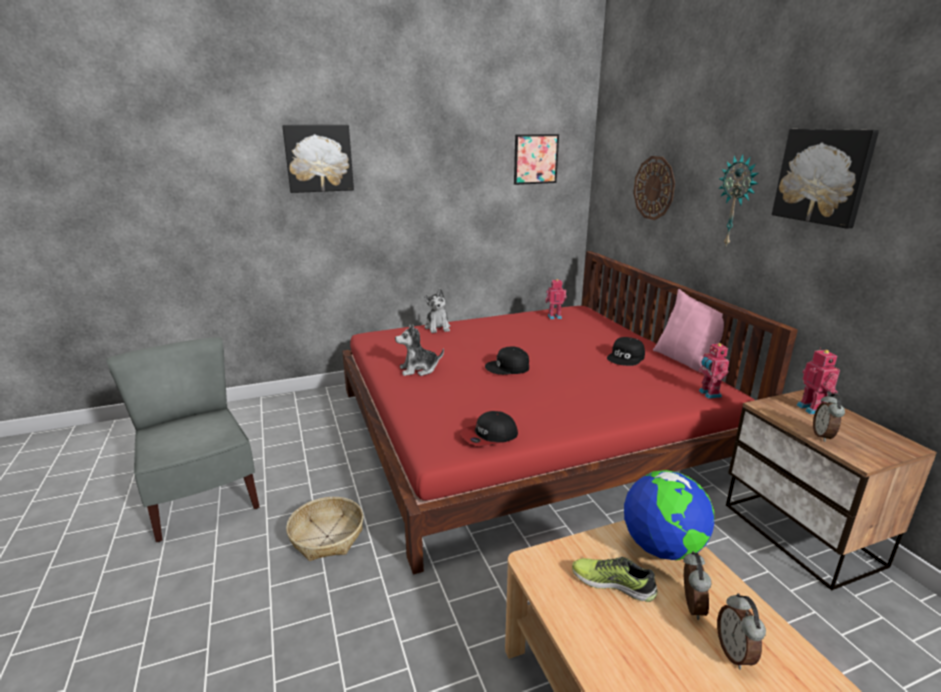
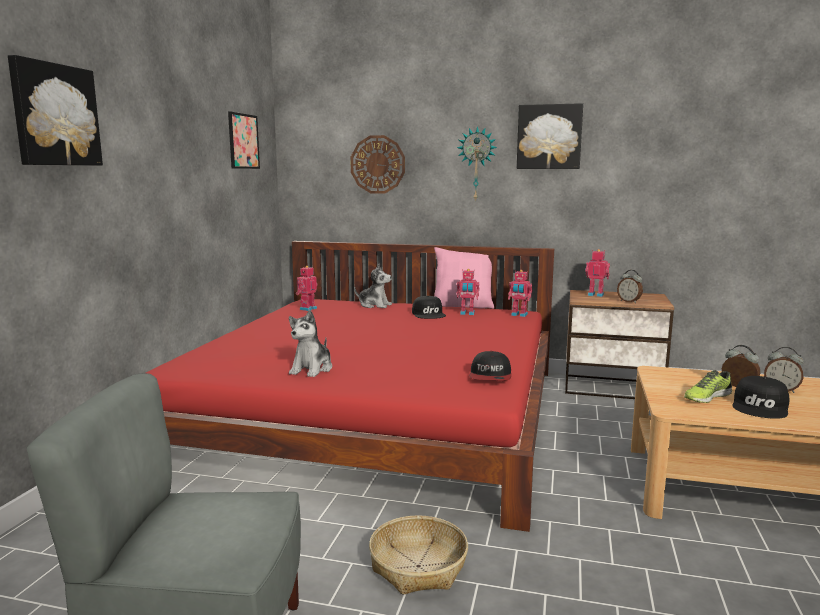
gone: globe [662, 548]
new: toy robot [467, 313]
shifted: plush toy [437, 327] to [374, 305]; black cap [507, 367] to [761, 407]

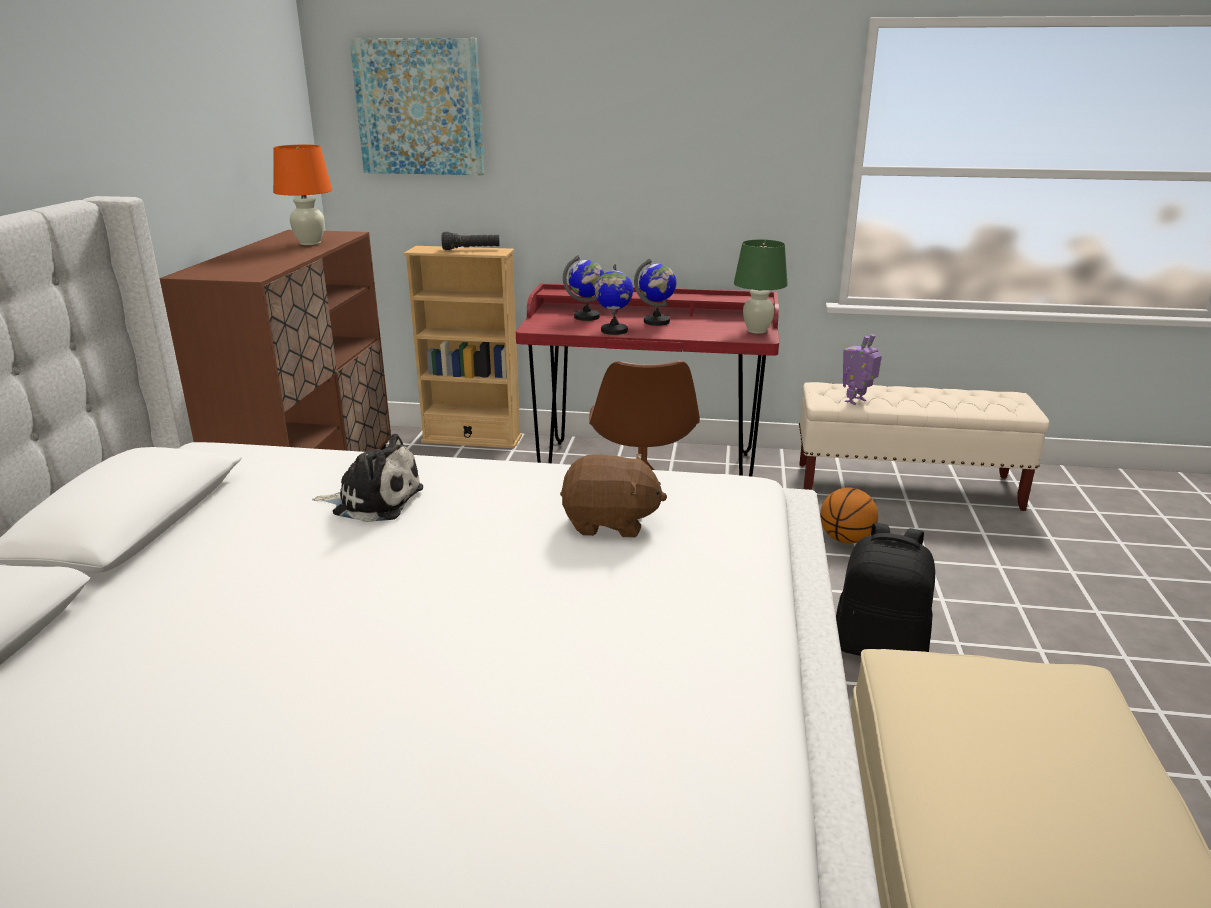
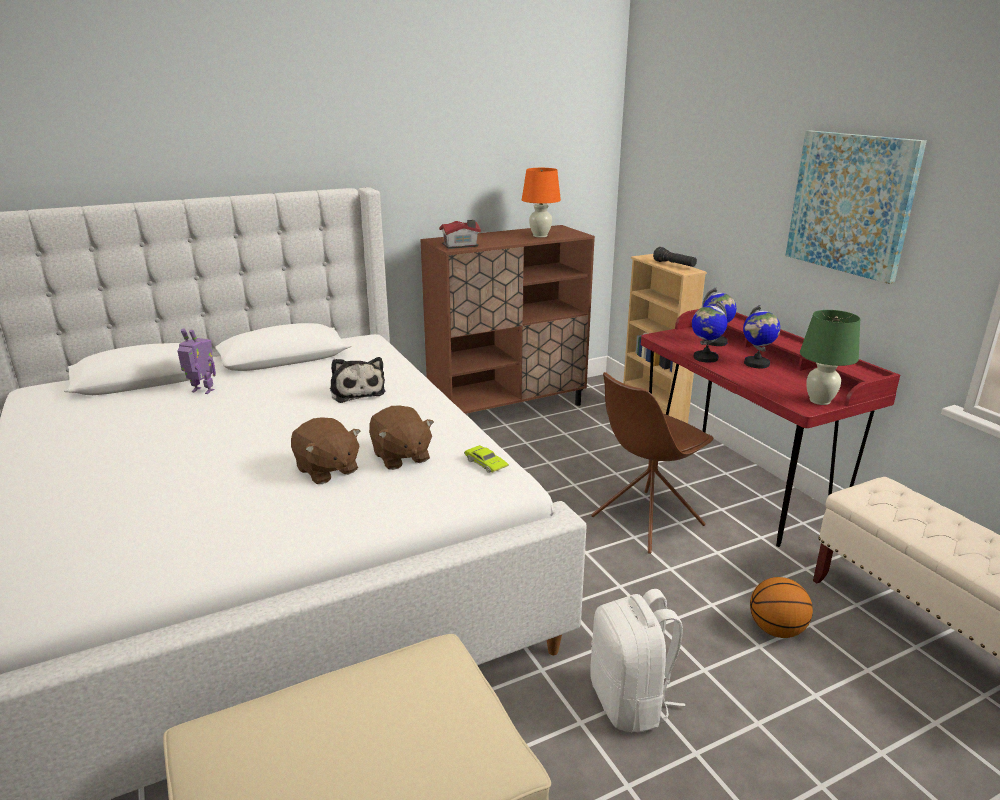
new: brown plush toy [327, 470]; toy house [461, 245]; green toy car [486, 463]
shifted: picture [419, 107] to [851, 204]; toy robot [856, 401] to [202, 391]
repainted: black backpack [879, 647] to white backpack [631, 702]

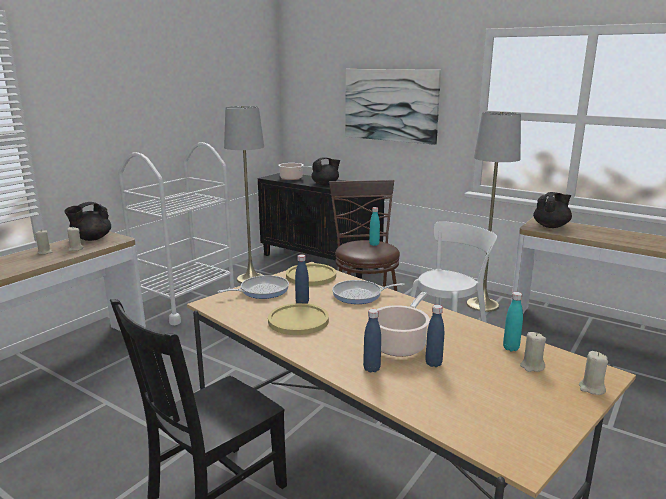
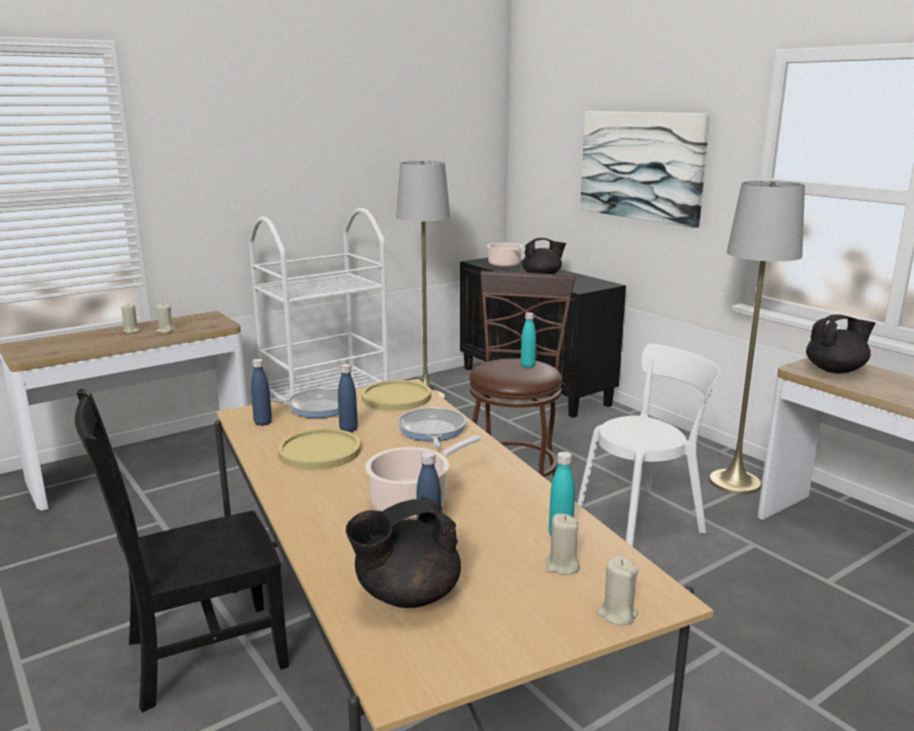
shifted: black teapot [91, 238] to [406, 595]; blue bottle [371, 368] to [263, 423]
rotated: frying pan [360, 295] = [431, 431] 75 degrees clockwise

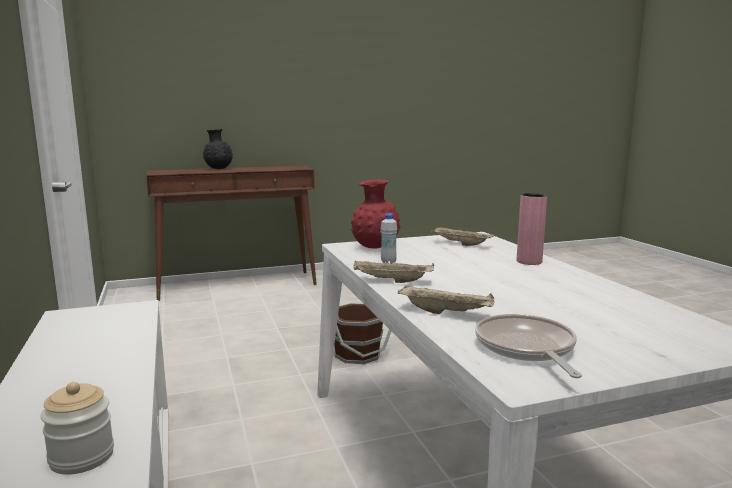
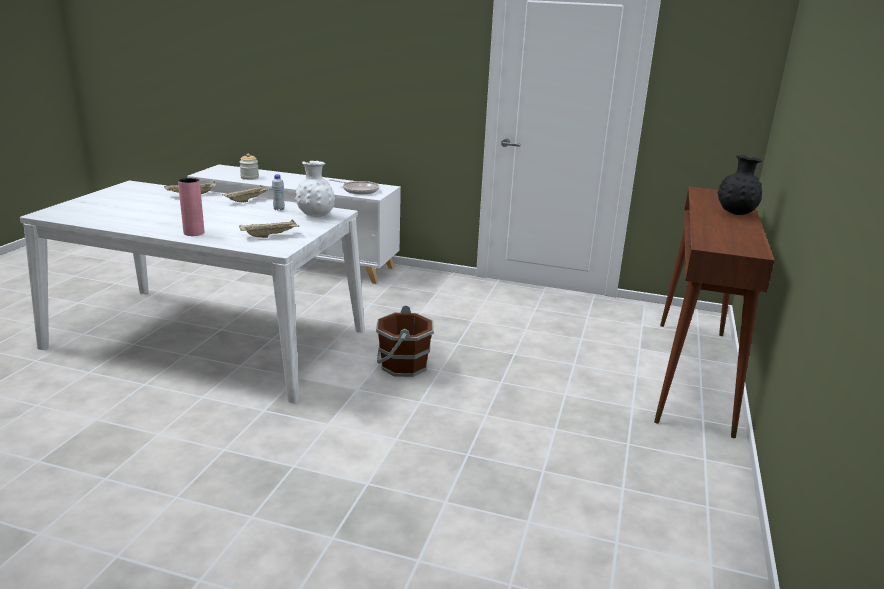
shifted: frying pan [526, 348] to [358, 190]
repainted: red vase [375, 248] to white vase [315, 216]

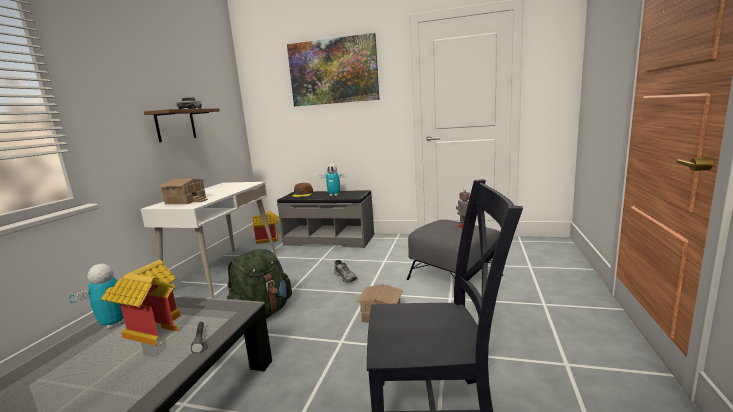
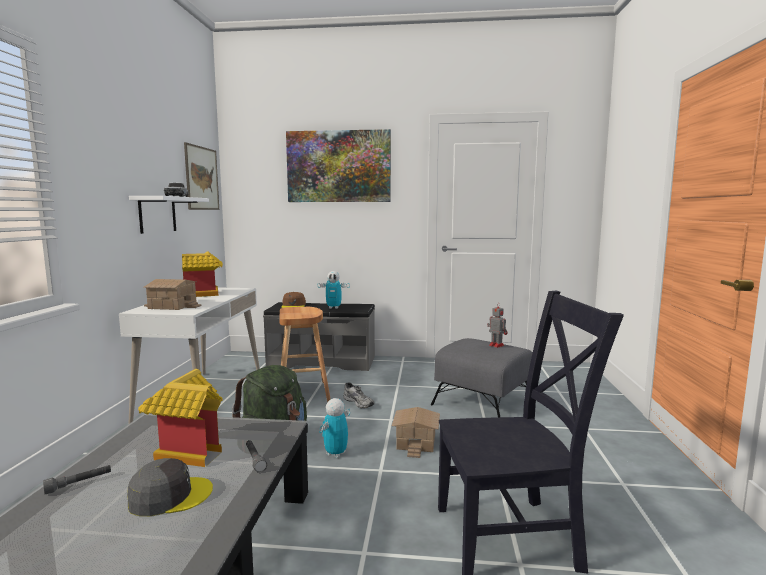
new: grey flashlight [79, 484]; grey cap [170, 496]; picture [202, 178]; brown stool [303, 394]
shifted: toy robot [113, 324] to [335, 453]; toy house [269, 240] to [204, 294]
repainted: brown shelf [175, 125] to white shelf [157, 214]

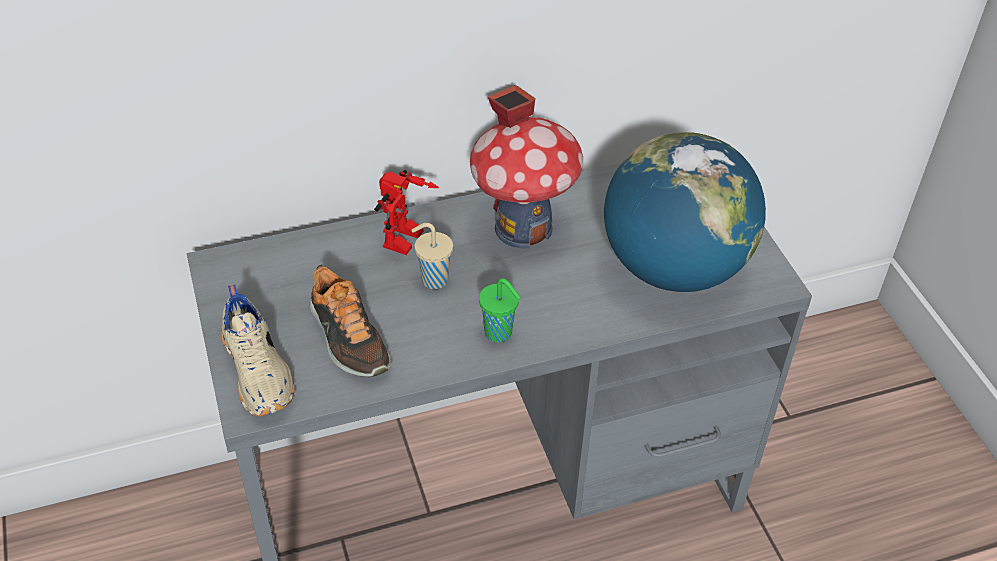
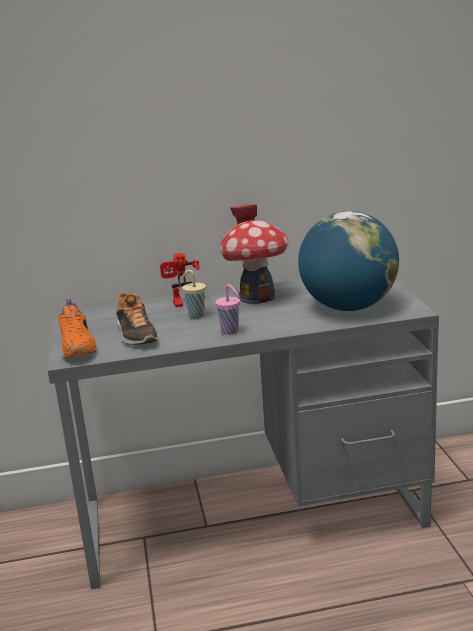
repainted: beige shoe [259, 371] to orange shoe [78, 347]; green cup [499, 333] to pink cup [231, 332]
rotated: toy robot [406, 242] = [184, 304] 45 degrees clockwise

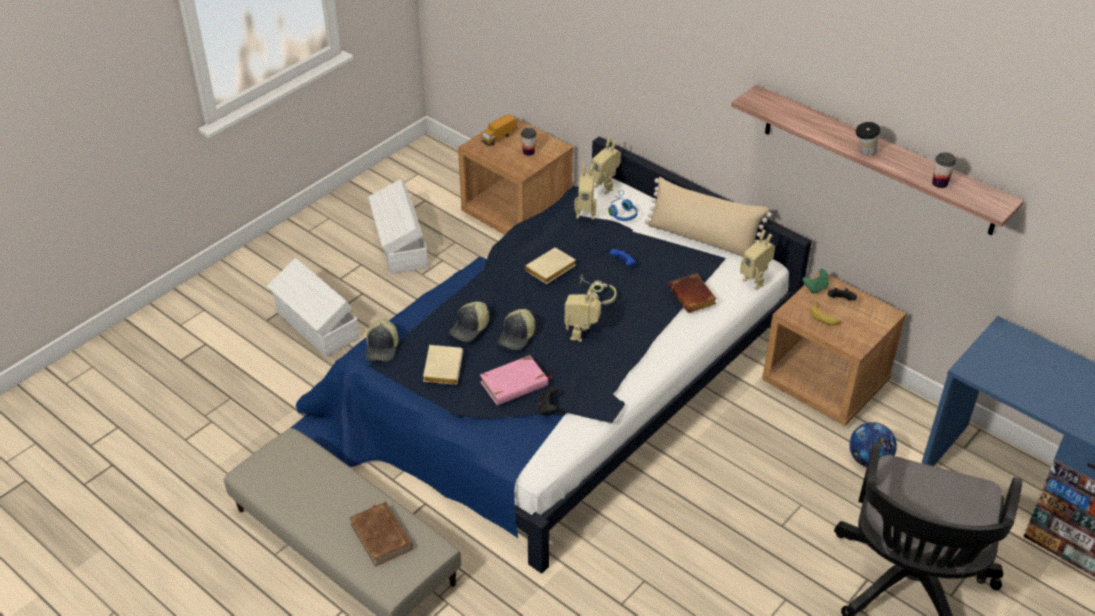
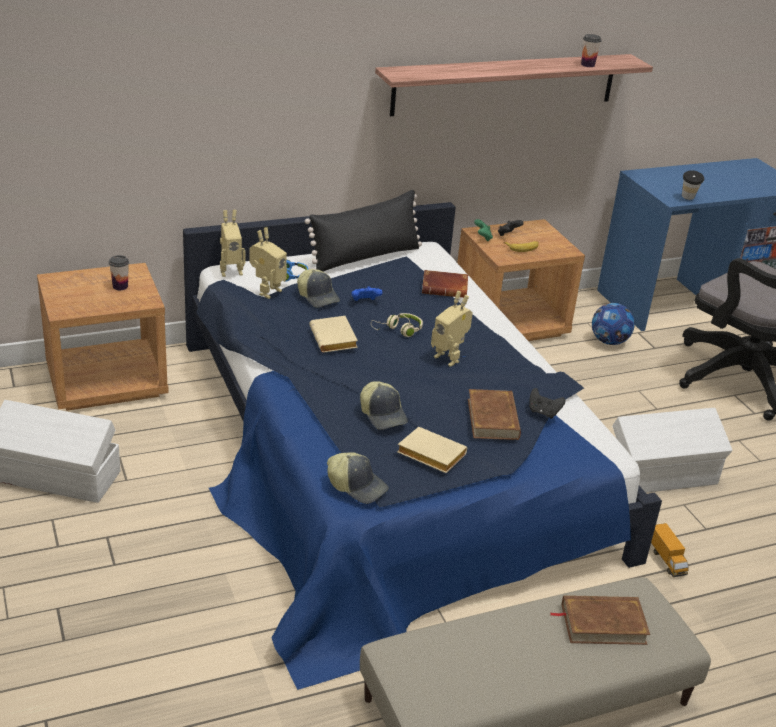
gone: toy robot [755, 281]
shifted: white storage box [317, 326] to [661, 475]; toy truck [498, 138] to [666, 560]; cap [517, 336] to [318, 297]; cup [864, 152] to [688, 199]
repainted: pink book [514, 384] to brown book [493, 419]; beige pillow [703, 239] to black pillow [365, 257]

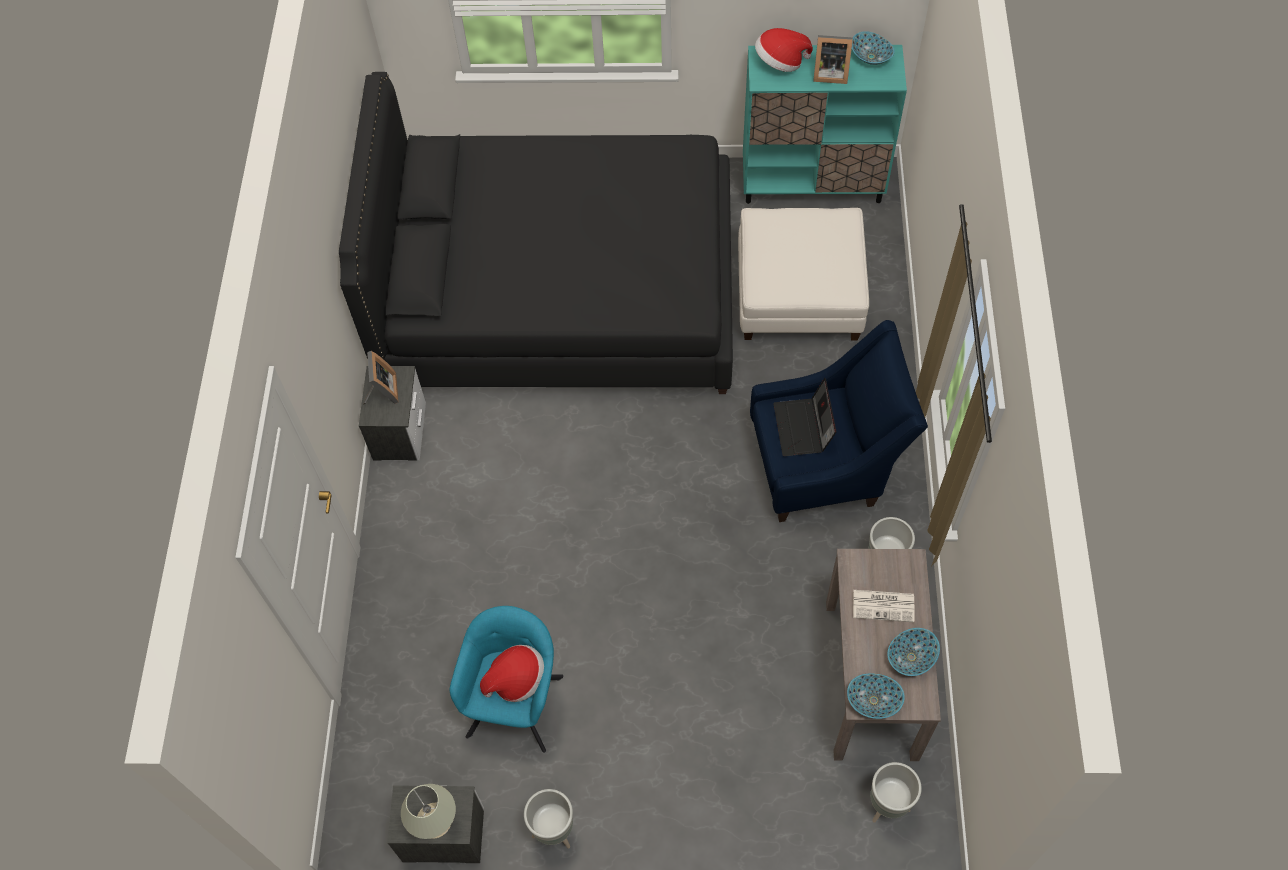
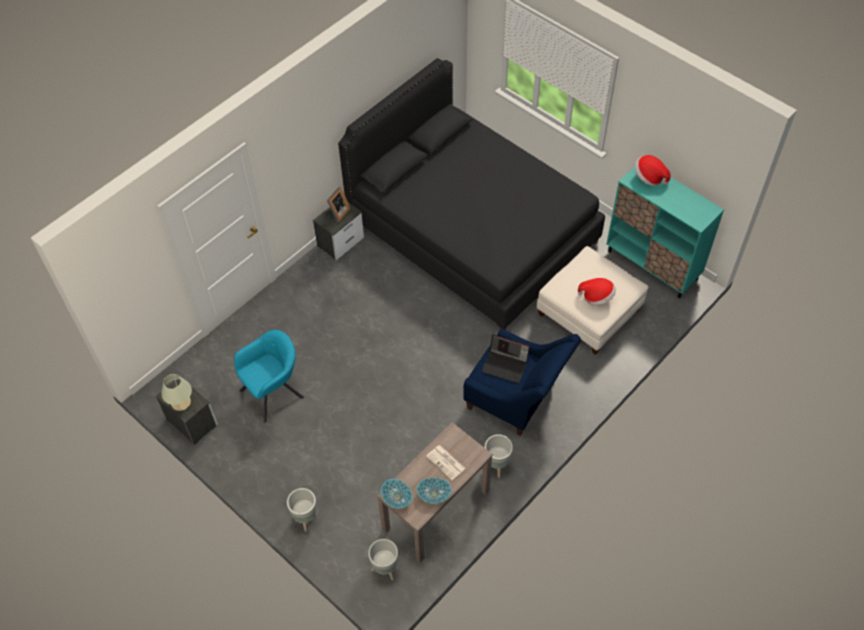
gone: picture frame [829, 73]; bowl [871, 56]
shifted: hat [516, 680] to [596, 297]; grey planter [555, 831] to [306, 519]
rotated: laptop [803, 428] = [505, 365] 105 degrees counterclockwise

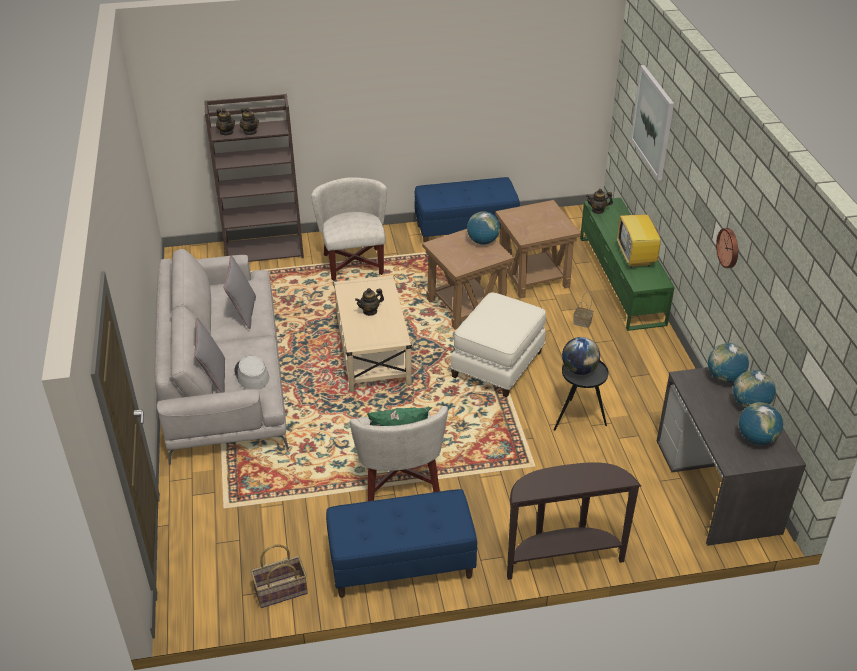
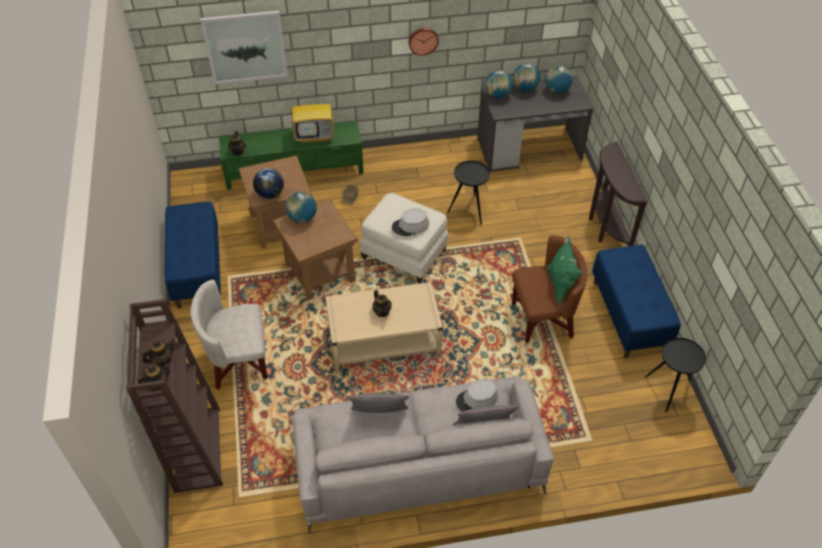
new: grey hat [410, 226]
shifted: globe [579, 369] to [270, 194]
swapped: basket [281, 592] to black side table [669, 389]
repainted: white armchair [399, 478] to brown armchair [542, 318]

